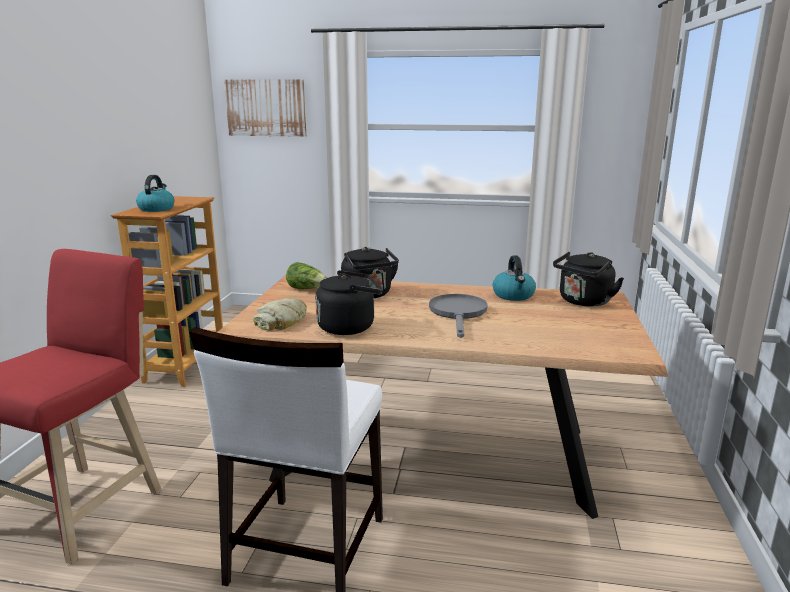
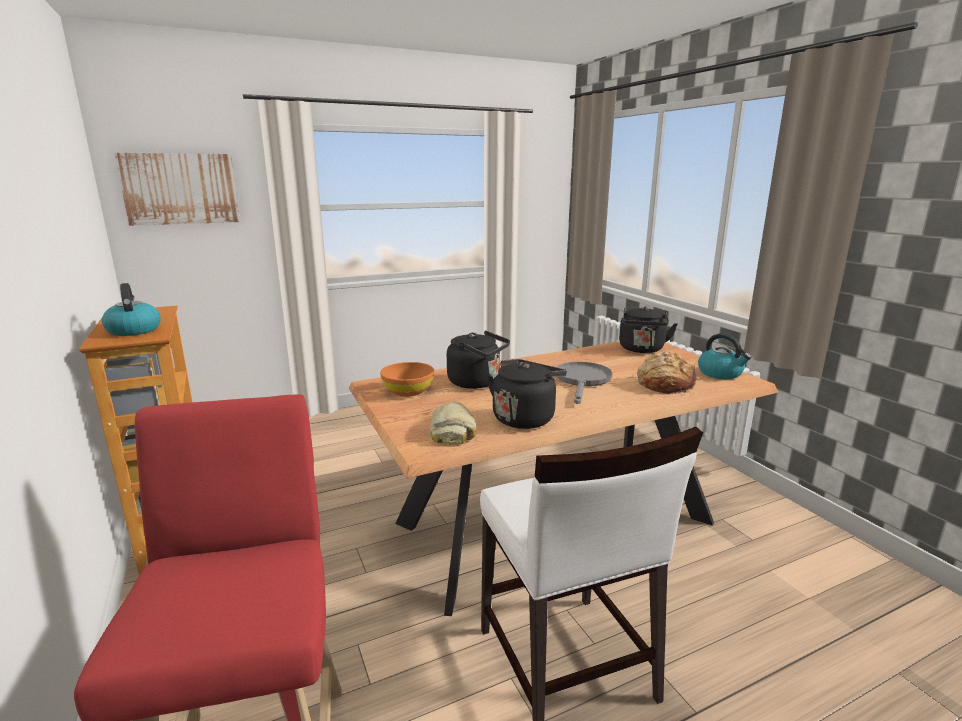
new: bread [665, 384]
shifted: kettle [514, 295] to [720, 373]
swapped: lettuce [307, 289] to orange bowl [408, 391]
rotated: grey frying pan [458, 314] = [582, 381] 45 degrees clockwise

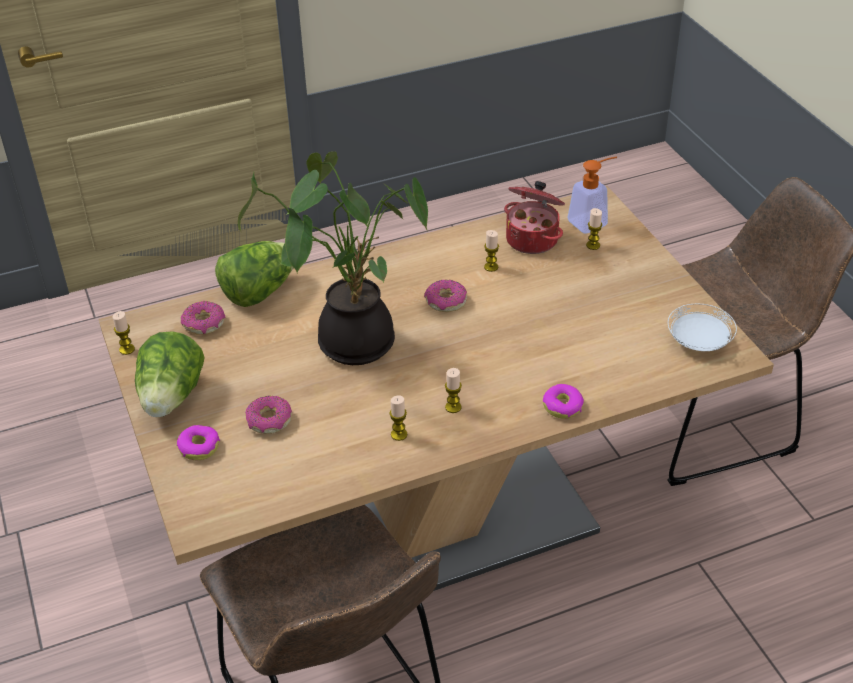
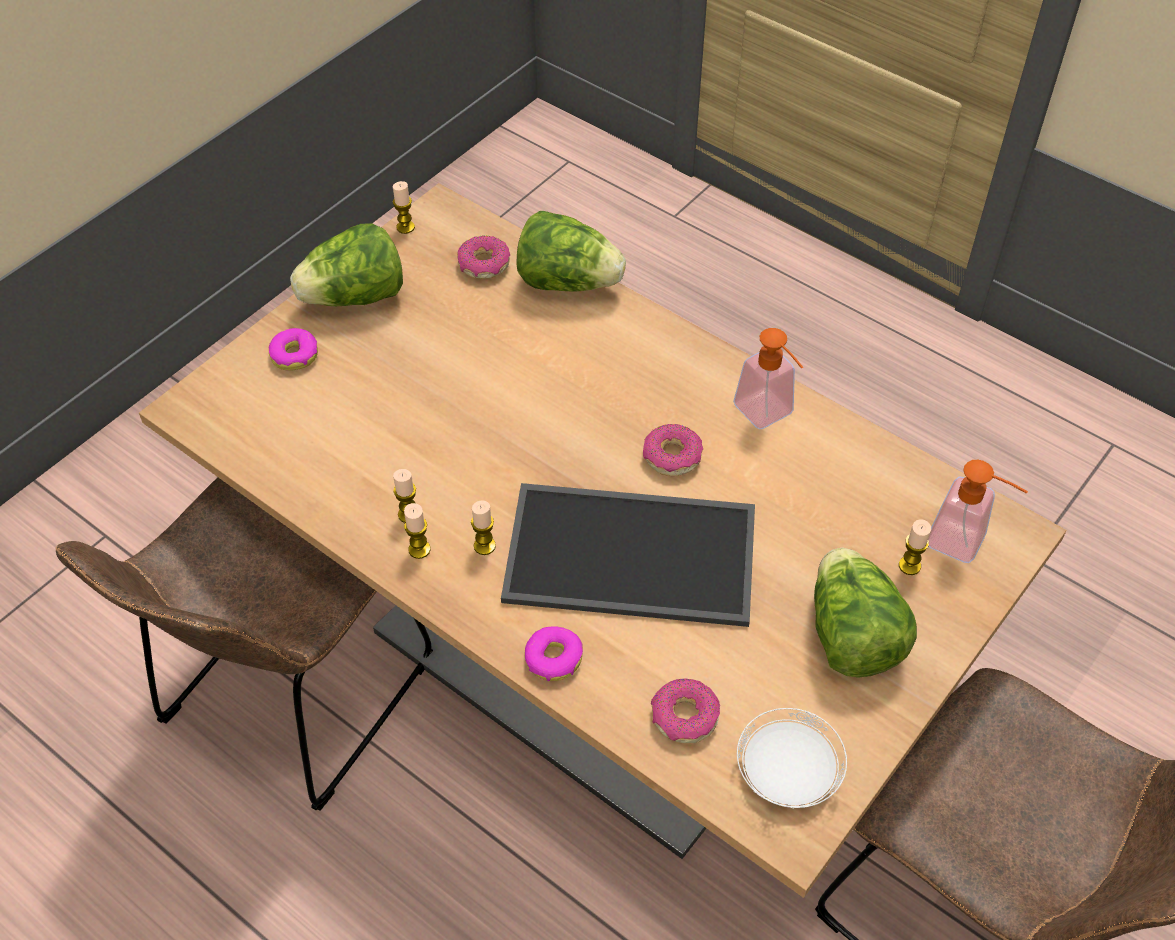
gone: potted plant [352, 339]; cooking pot [533, 239]
new: tray [633, 552]; soap dispenser [769, 416]; lettuce [851, 636]
shifted: donut [269, 421] to [684, 717]; candle [491, 267] to [419, 549]

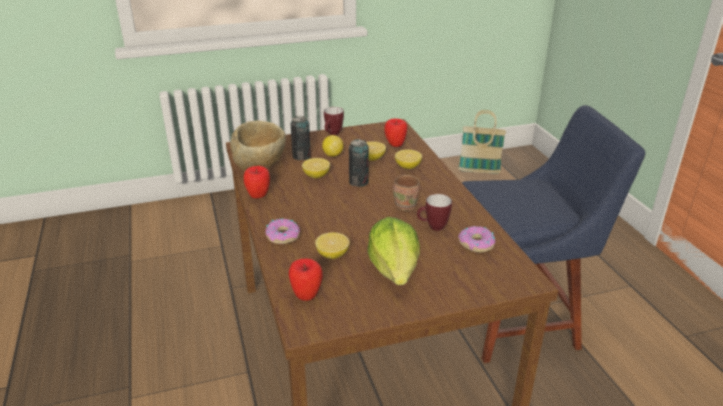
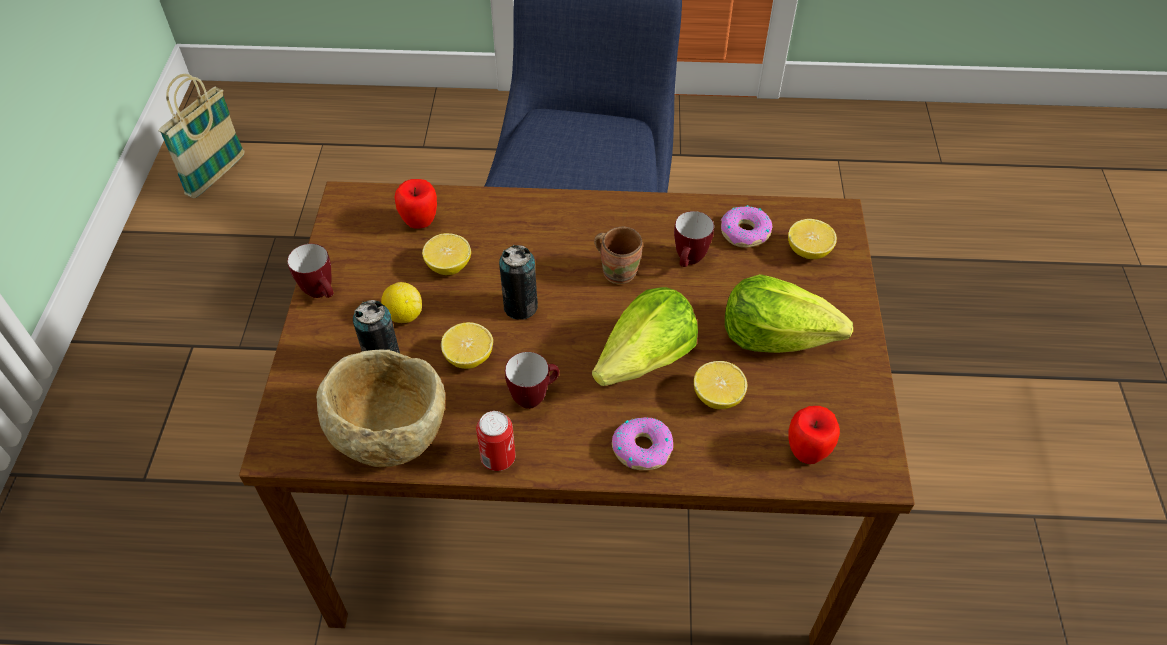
new: mug [534, 396]; lettuce [646, 360]
shifted: lemon [407, 167] to [808, 251]
swapped: apple [258, 196] to can [498, 458]

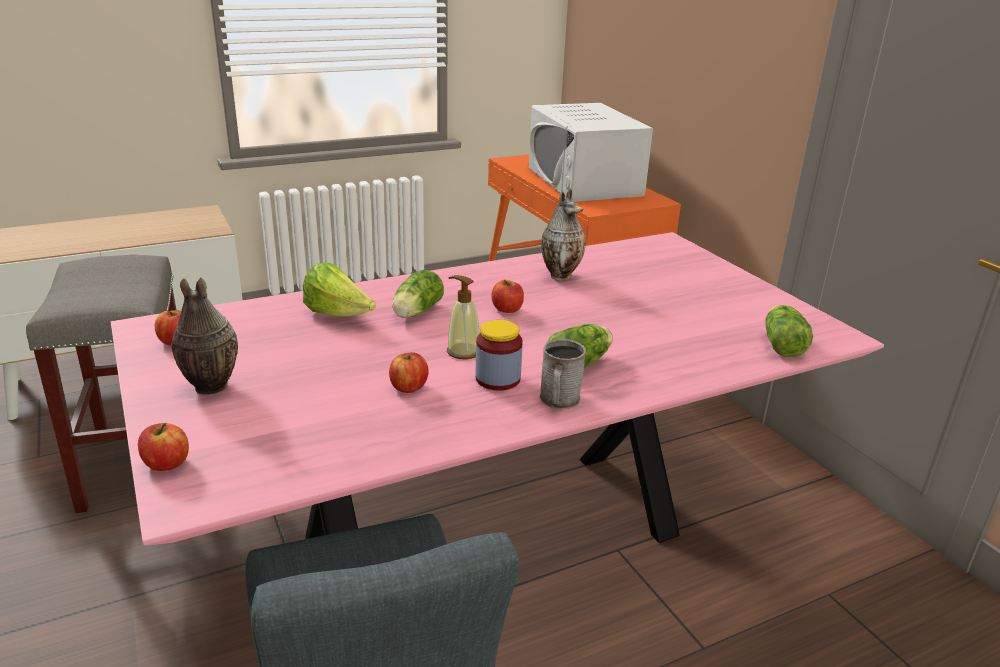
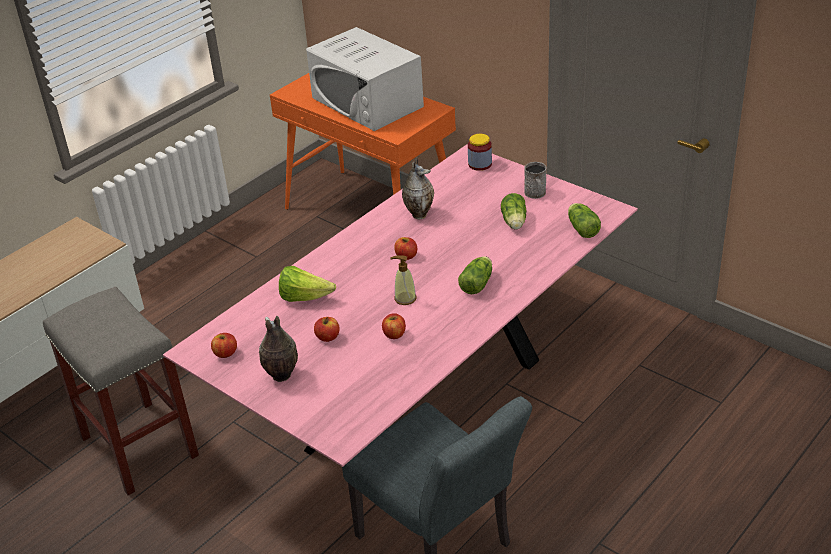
shifted: apple [166, 463] to [327, 337]; lettuce [415, 313] to [514, 222]; jar [498, 379] to [480, 164]; grey mug [559, 401] to [536, 194]

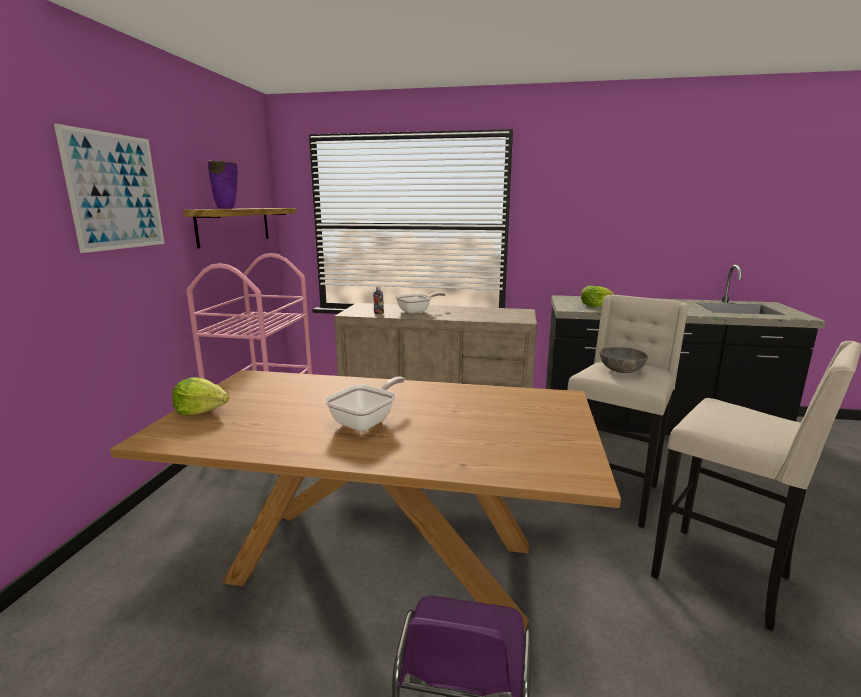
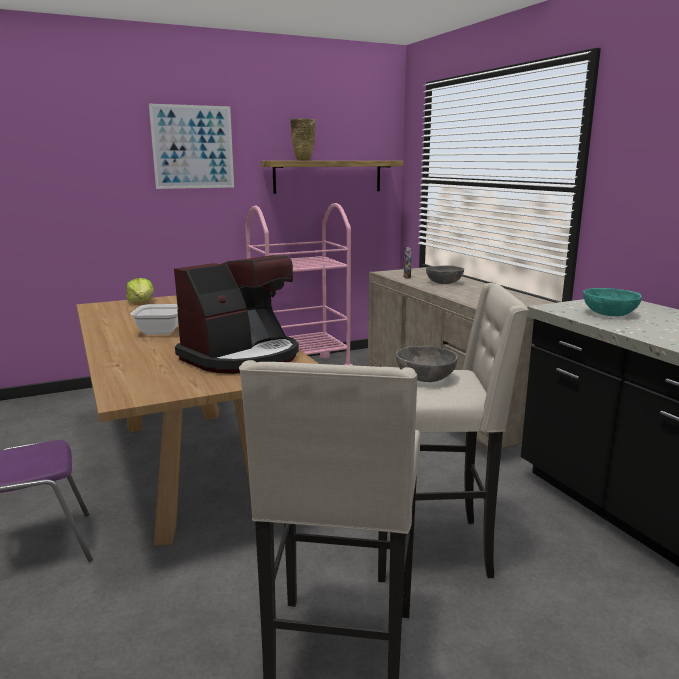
new: coffee machine [242, 357]
swapped: frying pan [417, 311] to grey bowl [444, 283]; lettuce [595, 305] to turquoise bowl [609, 314]
repainted: purple vase [227, 208] to beige vase [303, 160]

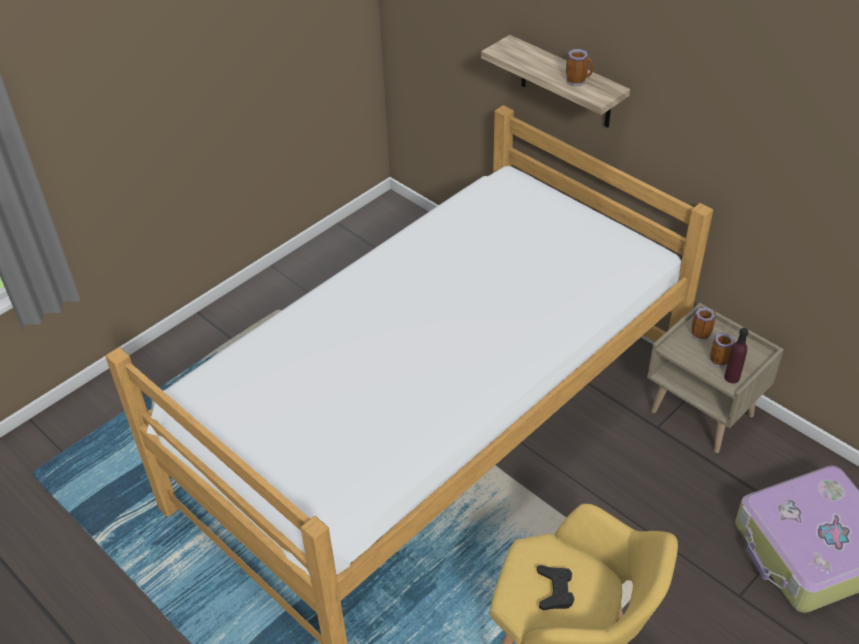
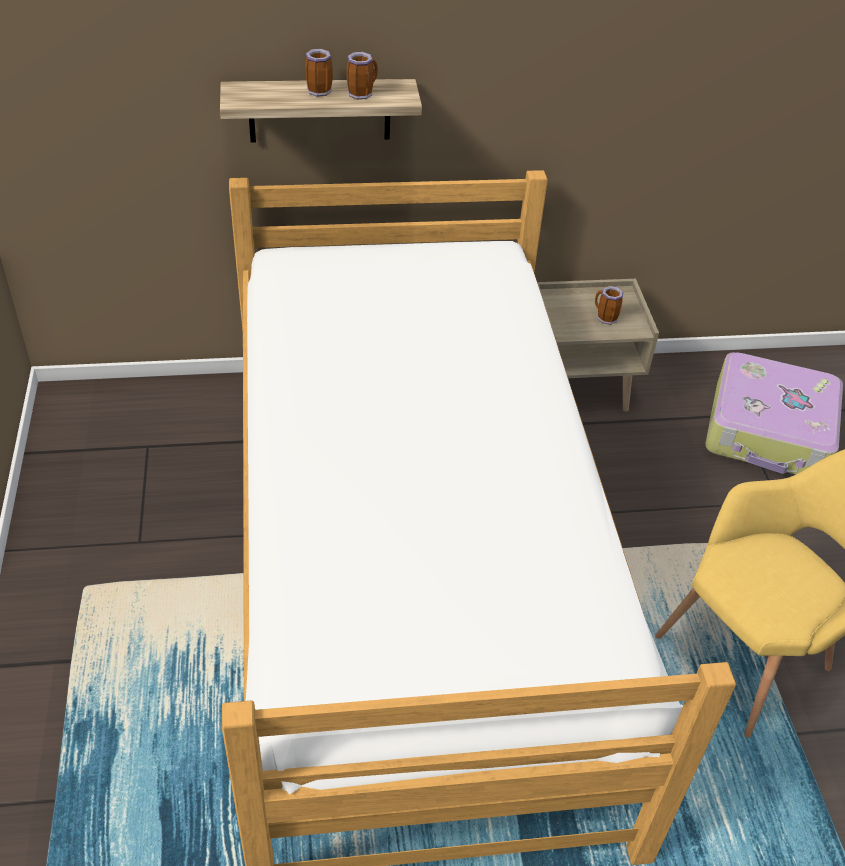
gone: black game controller [555, 590]; purple bottle [732, 377]
shifted: mug [701, 333] to [318, 89]

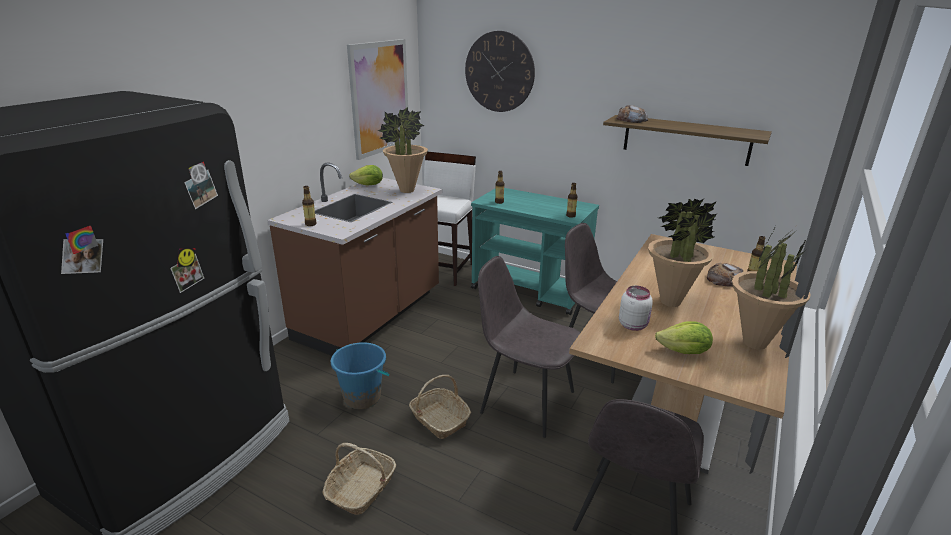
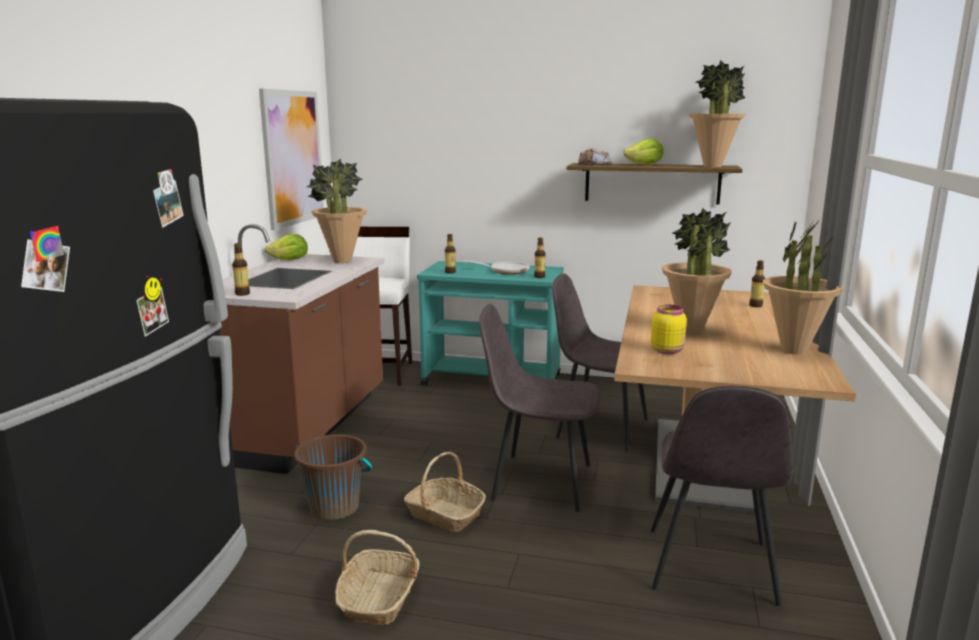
gone: wall clock [499, 72]; bread [723, 279]
new: frying pan [506, 271]; potted plant [712, 166]
shifted: lettuce [684, 352] to [645, 164]
repainted: blue bucket [362, 397] to brown bucket [335, 507]; white jar [633, 325] to yellow jar [667, 350]

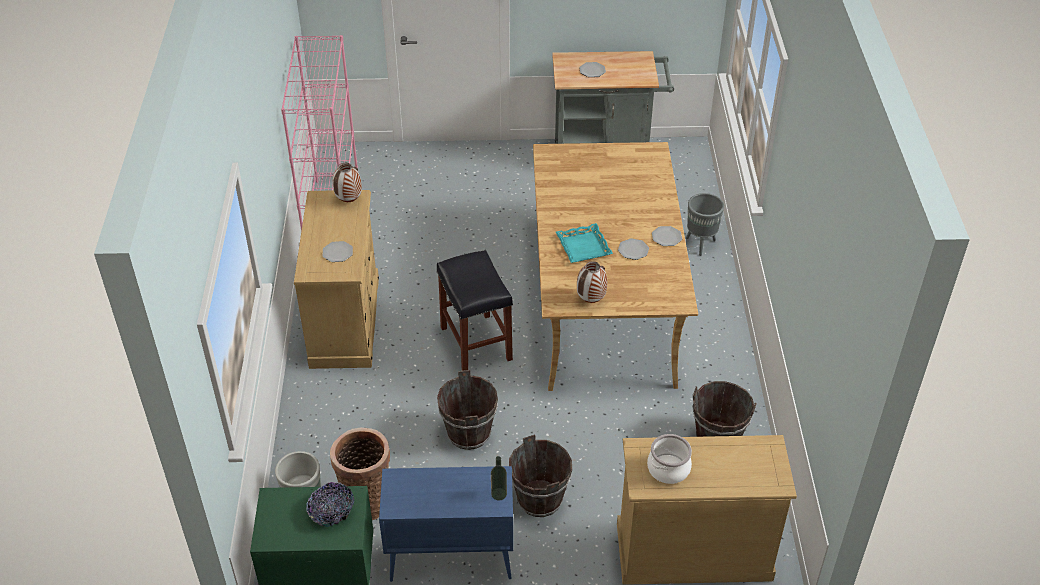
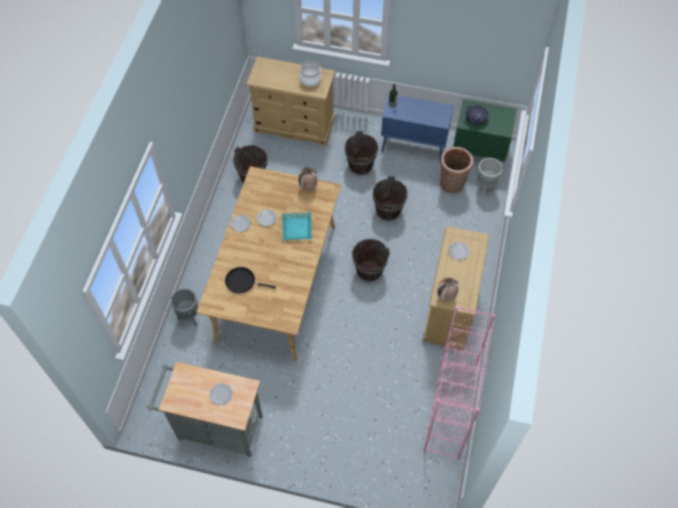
new: black frying pan [242, 282]
swapped: black stool [475, 343] to brown bucket [369, 271]

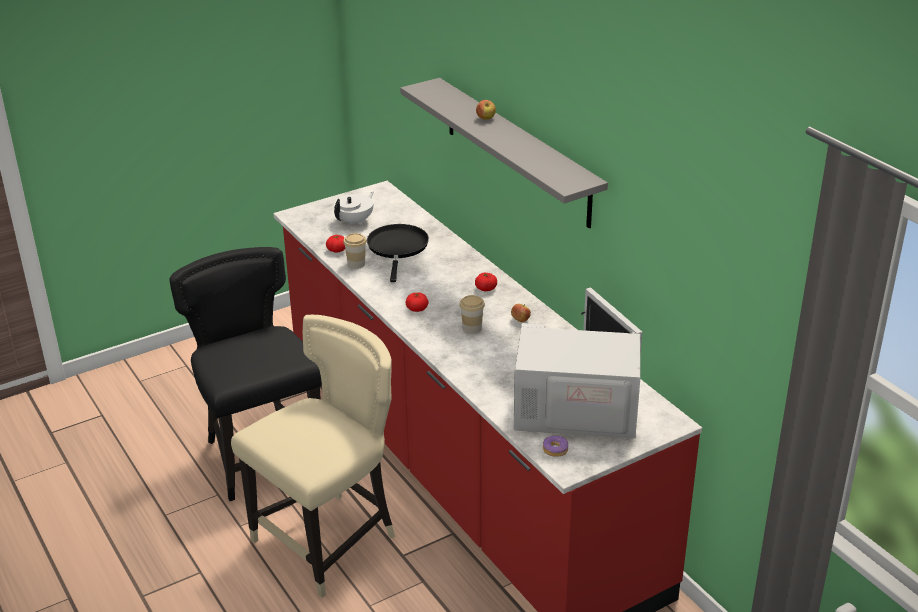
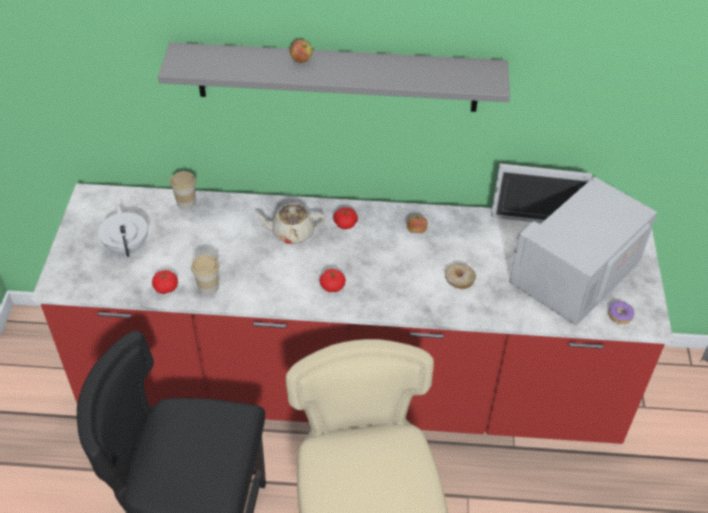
gone: black frying pan [397, 248]
new: beige teapot [292, 233]; donut [459, 279]
shifted: cup [472, 328] to [186, 202]

